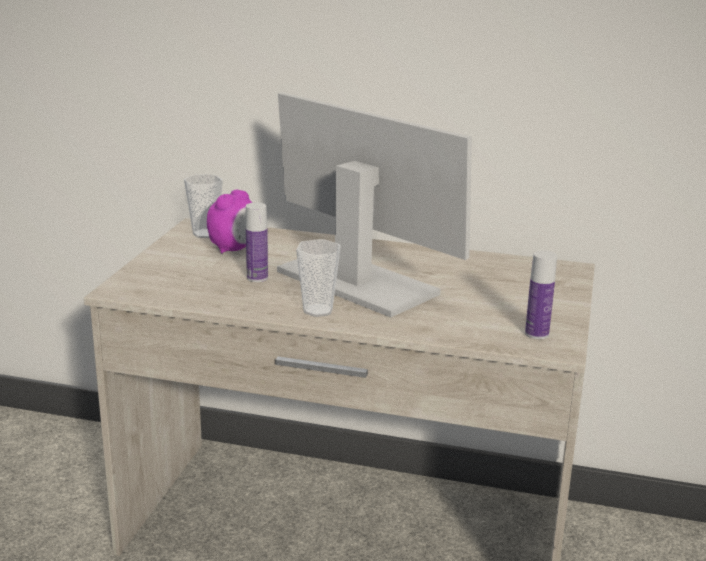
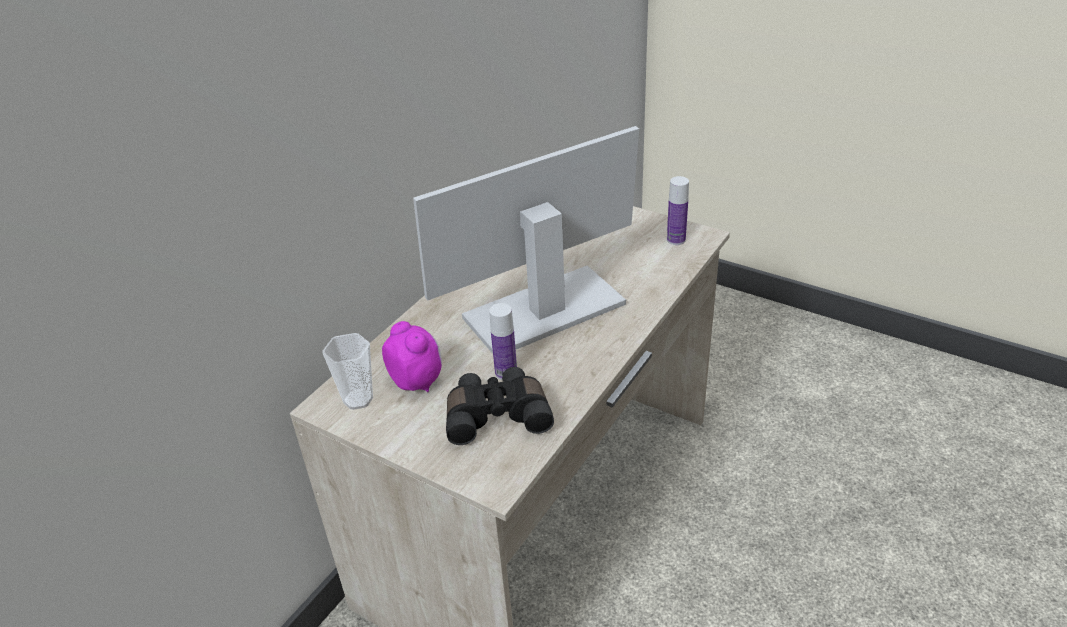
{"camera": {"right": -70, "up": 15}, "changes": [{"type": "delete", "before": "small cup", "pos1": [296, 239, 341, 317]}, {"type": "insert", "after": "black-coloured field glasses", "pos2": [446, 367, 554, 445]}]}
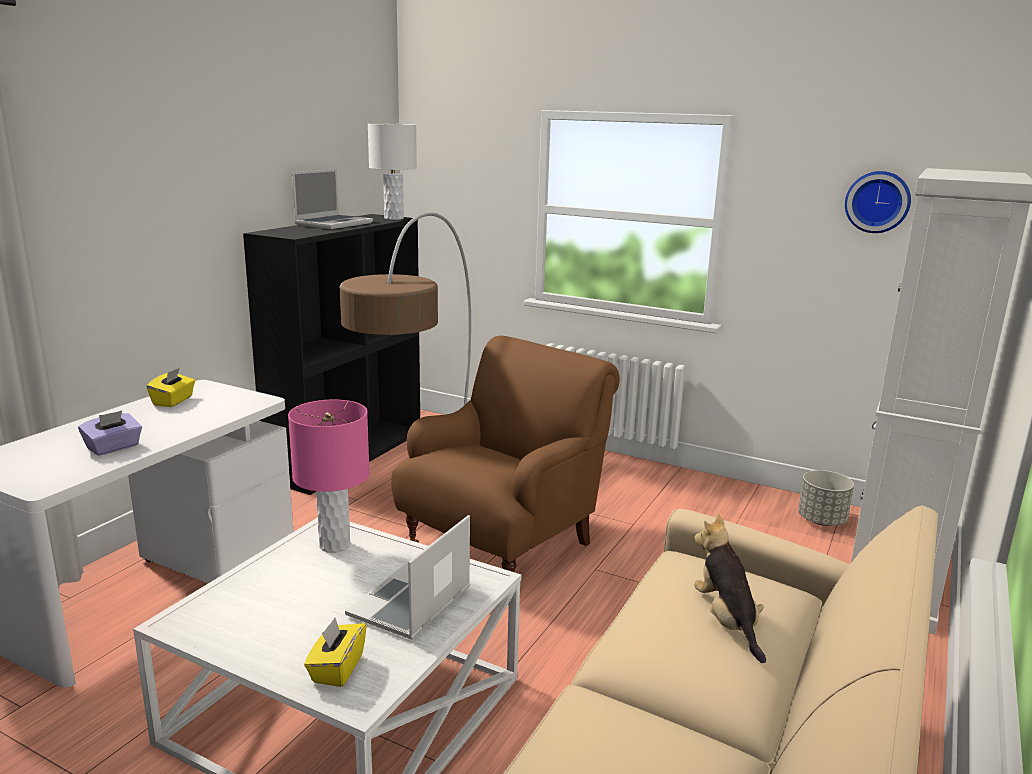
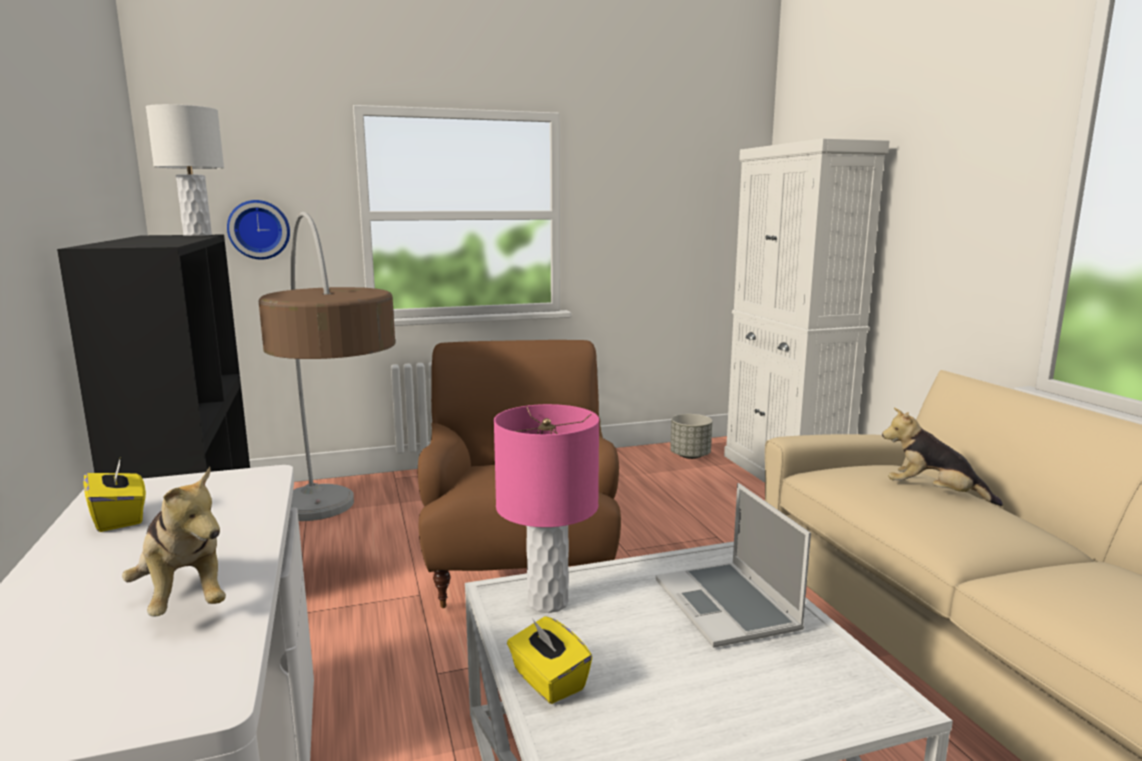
{"camera": {"right": -45, "up": -5}, "changes": [{"type": "delete", "before": "notebook computer", "pos1": [292, 169, 373, 229]}, {"type": "move", "before": "hanging clock", "pos1": [845, 171, 911, 233], "pos2": [227, 200, 290, 260]}, {"type": "replace", "before": "purple box of tissues", "after": "cuddly toy", "pos1": [78, 411, 142, 456], "pos2": [122, 467, 226, 616]}, {"type": "move", "before": "yellowish box of tissues", "pos1": [304, 618, 366, 687], "pos2": [507, 616, 592, 704]}]}
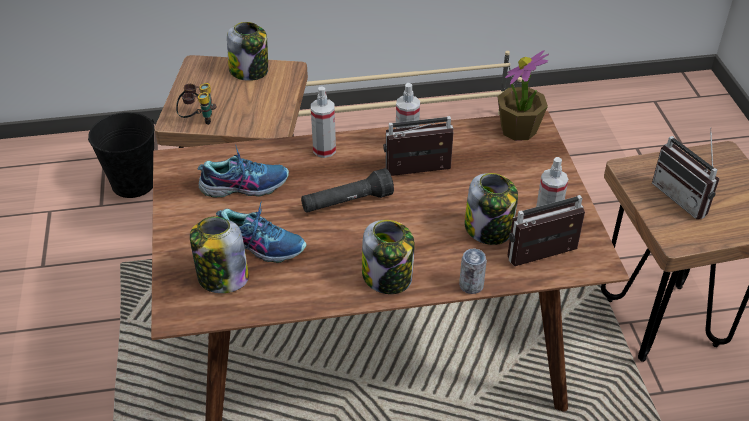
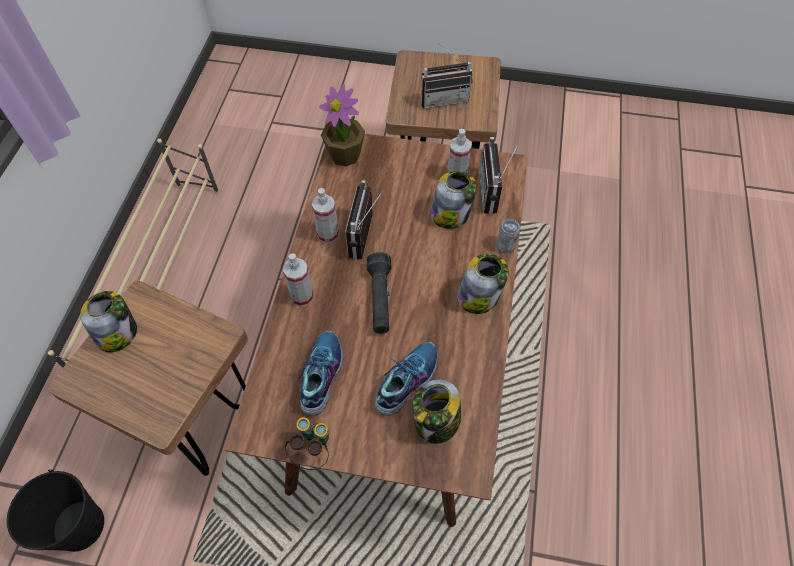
{"camera": {"right": -70, "up": 15}, "changes": [{"type": "move", "before": "field glasses", "pos1": [176, 83, 217, 125], "pos2": [285, 417, 329, 470]}]}
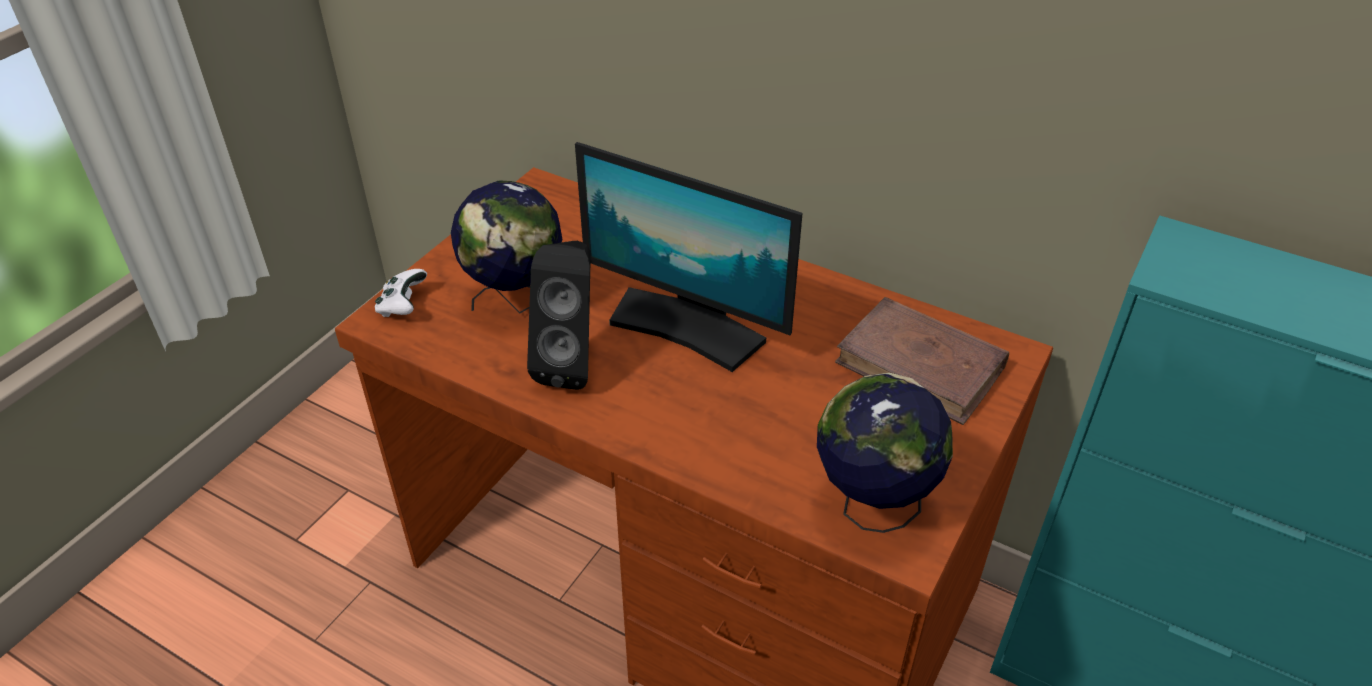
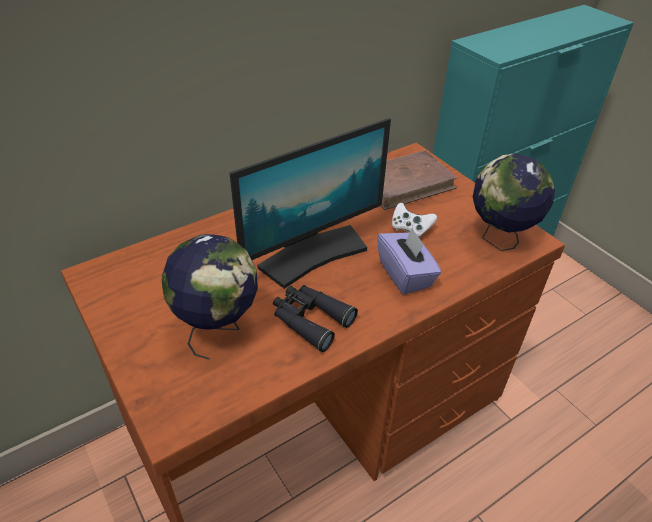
{"camera": {"right": -65, "up": 0}, "changes": [{"type": "replace", "before": "black-coloured speaker", "after": "black-coloured field glasses", "pos1": [527, 241, 591, 390], "pos2": [273, 285, 358, 352]}, {"type": "move", "before": "white joypad", "pos1": [375, 269, 427, 317], "pos2": [392, 203, 437, 237]}, {"type": "insert", "after": "purple box of tissues", "pos2": [377, 227, 441, 295]}]}
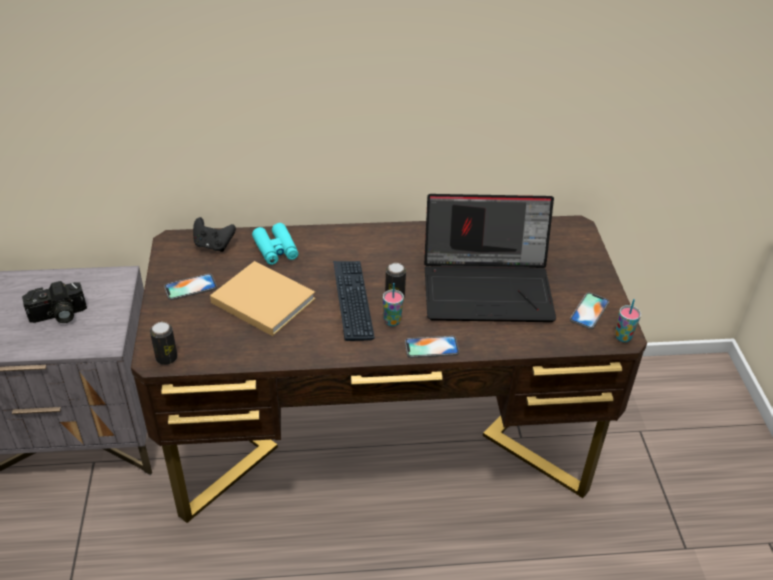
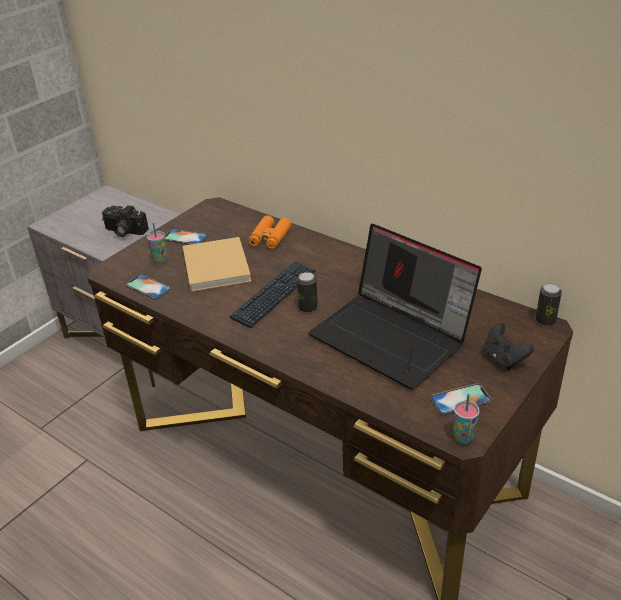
{"camera": {"right": 45, "up": -5}, "changes": [{"type": "move", "before": "black-coloured joypad", "pos1": [193, 217, 236, 252], "pos2": [484, 323, 534, 370]}, {"type": "recolor", "before": "turquoise field glasses", "after": "orangey field glasses", "pos1": [252, 223, 299, 265], "pos2": [248, 215, 292, 249]}, {"type": "move", "before": "small cup", "pos1": [383, 283, 404, 326], "pos2": [147, 223, 167, 264]}, {"type": "move", "before": "metal can", "pos1": [150, 322, 177, 365], "pos2": [535, 283, 562, 326]}, {"type": "move", "before": "phone", "pos1": [405, 336, 459, 358], "pos2": [126, 274, 171, 300]}]}
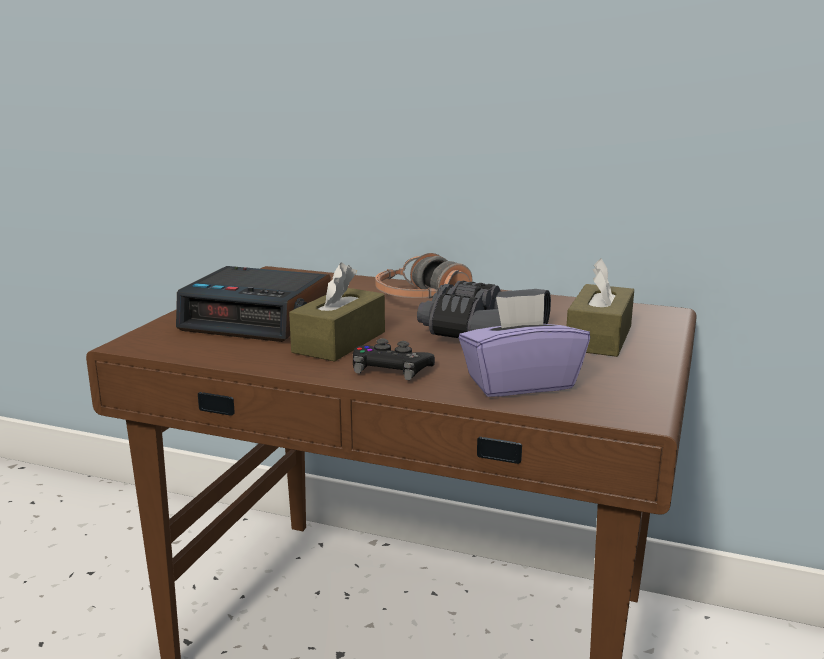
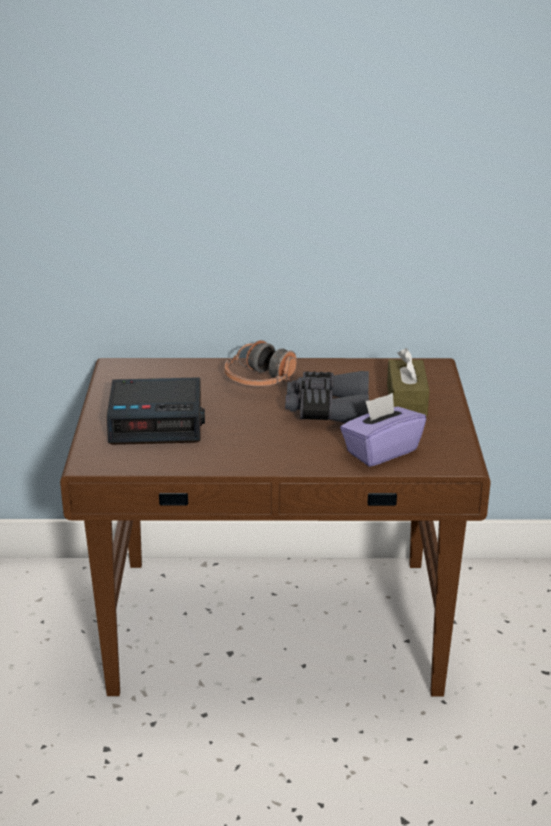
{"camera": {"right": -20, "up": 10}, "changes": [{"type": "delete", "before": "brown box of tissues", "pos1": [289, 262, 385, 362]}, {"type": "delete", "before": "black-coloured joypad", "pos1": [353, 338, 435, 380]}]}
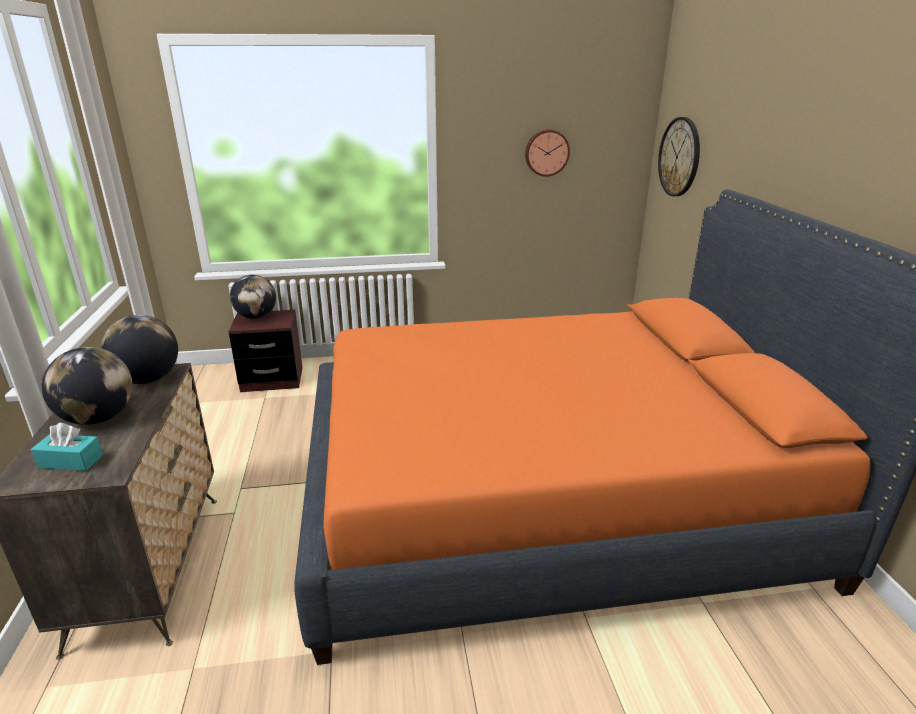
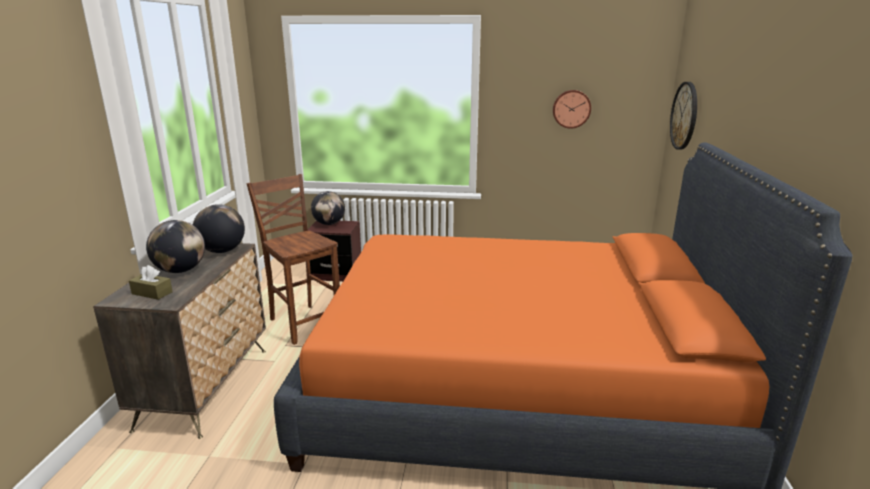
{"camera": {"right": 15, "up": -5}, "changes": [{"type": "recolor", "before": "turquoise box of tissues", "after": "brown box of tissues", "pos1": [31, 423, 103, 471], "pos2": [129, 265, 173, 300]}, {"type": "insert", "after": "brown chair", "pos2": [247, 174, 340, 345]}]}
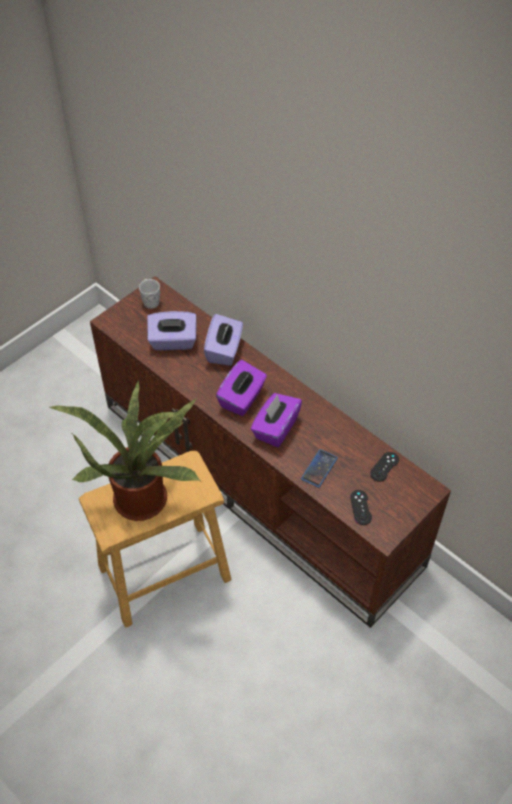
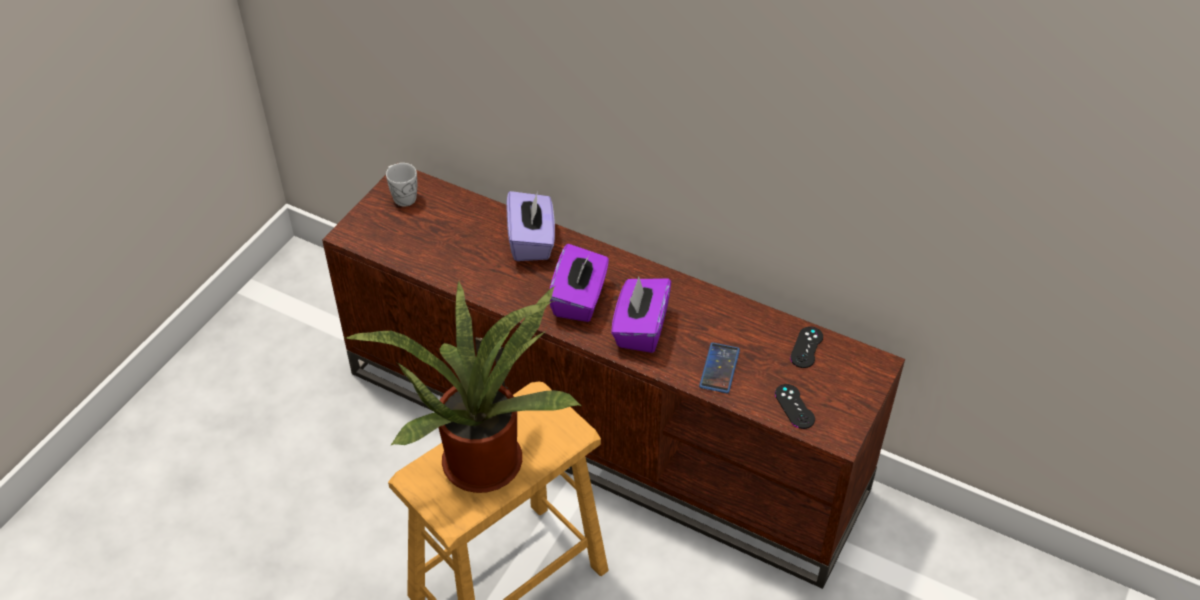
{"camera": {"right": -15, "up": -5}, "changes": [{"type": "delete", "before": "purple box of tissues", "pos1": [147, 311, 196, 350]}]}
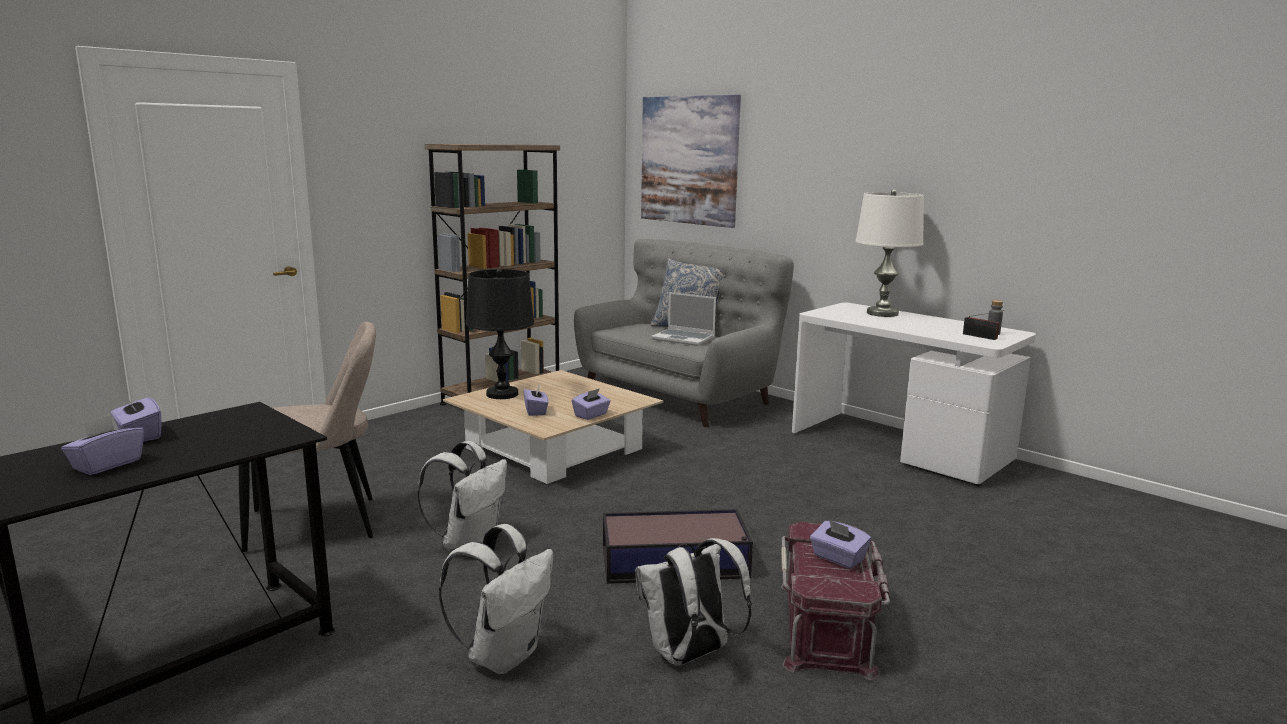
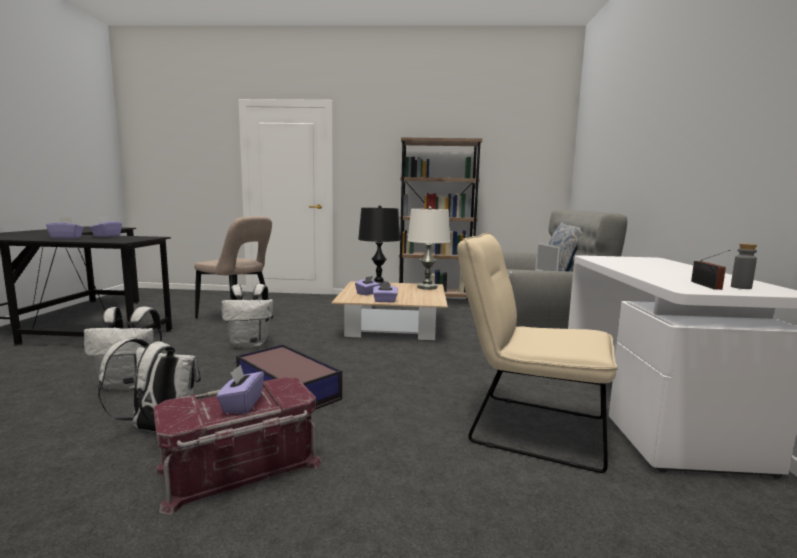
{"camera": {"right": 50, "up": -5}, "changes": [{"type": "delete", "before": "picture", "pos1": [641, 95, 741, 228]}, {"type": "move", "before": "white tabletop lamp", "pos1": [856, 189, 924, 317], "pos2": [407, 206, 450, 290]}, {"type": "insert", "after": "beige chair", "pos2": [457, 233, 618, 473]}]}
